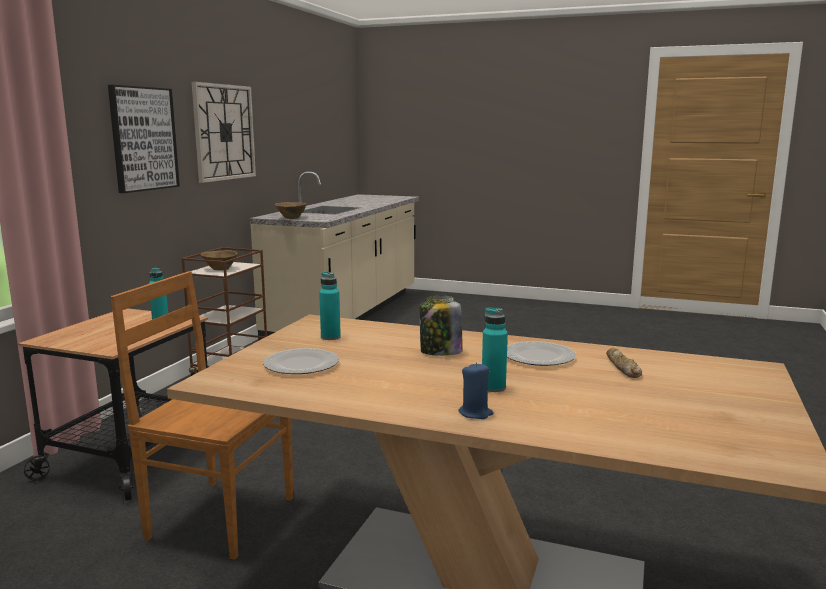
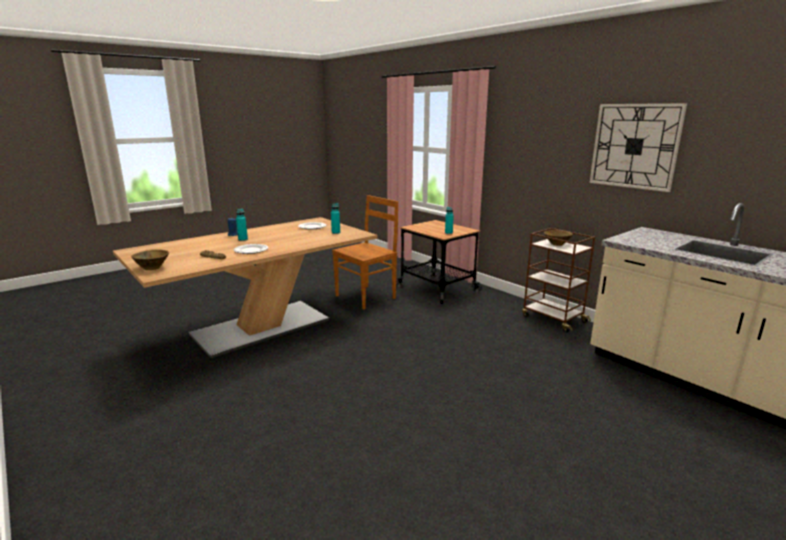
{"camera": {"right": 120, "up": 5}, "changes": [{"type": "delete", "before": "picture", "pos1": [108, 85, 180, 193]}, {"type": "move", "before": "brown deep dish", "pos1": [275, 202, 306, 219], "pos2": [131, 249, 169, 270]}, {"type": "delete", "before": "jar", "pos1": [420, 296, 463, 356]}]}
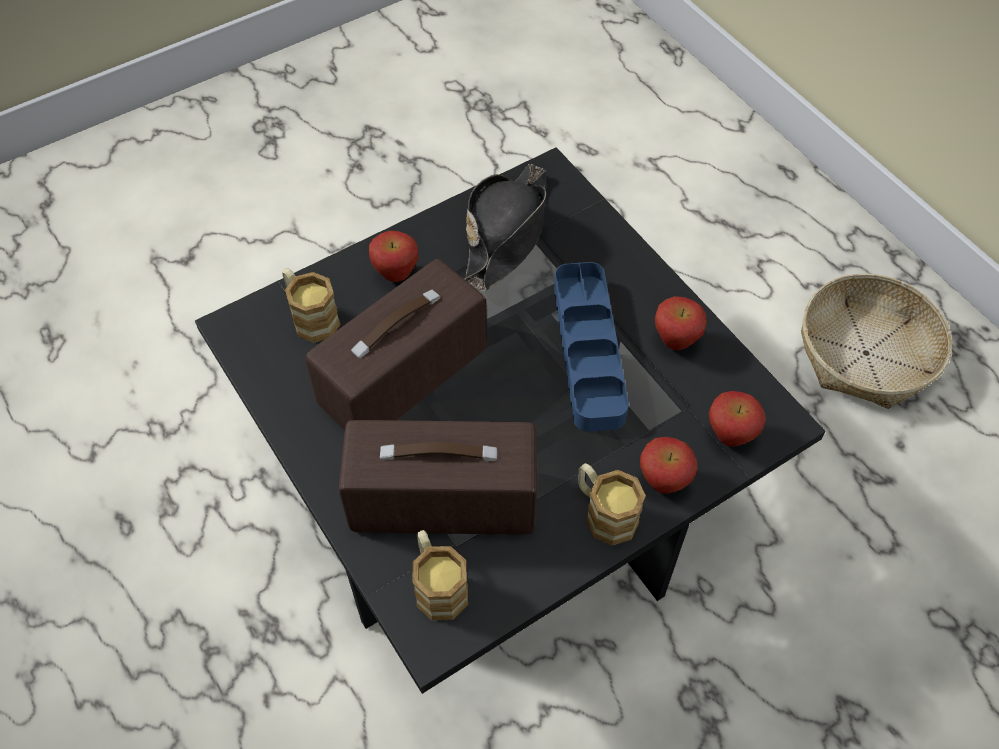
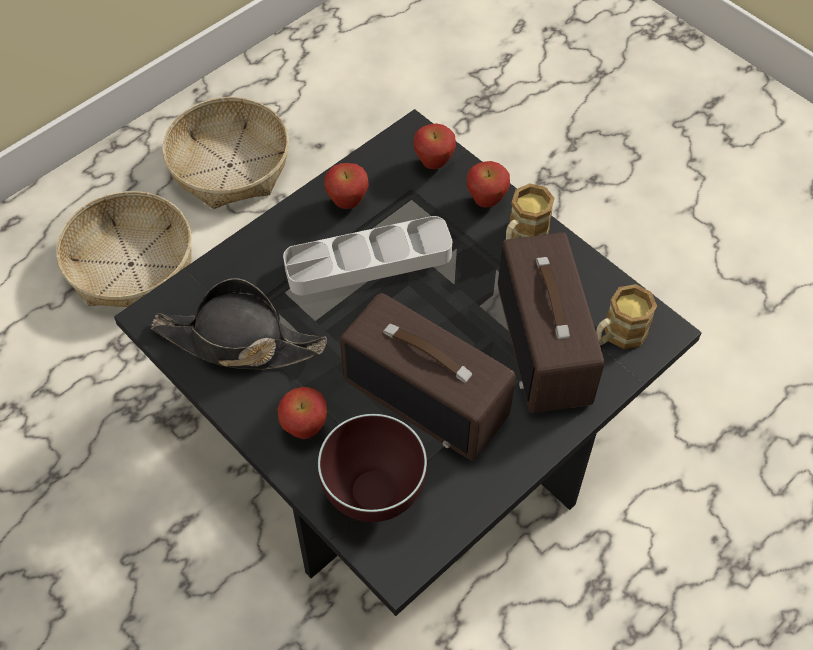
{"camera": {"right": -100, "up": 0}, "changes": [{"type": "recolor", "before": "blue-coloured carrying tray", "after": "grey carrying tray", "pos1": [554, 262, 629, 432], "pos2": [283, 216, 452, 295]}, {"type": "replace", "before": "mug", "after": "brown deep dish", "pos1": [283, 268, 341, 343], "pos2": [317, 414, 427, 522]}, {"type": "insert", "after": "storage basket", "pos2": [56, 191, 192, 307]}]}
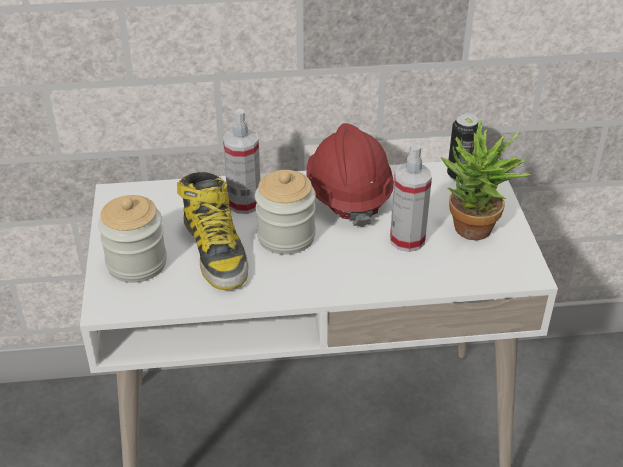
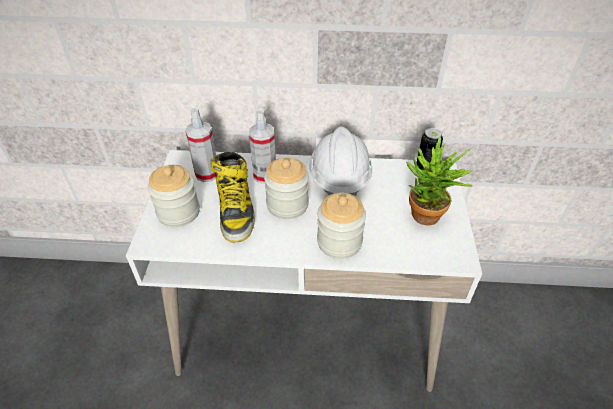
{"camera": {"right": 10, "up": 5}, "changes": [{"type": "recolor", "before": "red-coloured work helmet", "after": "white work helmet", "pos1": [306, 123, 394, 227], "pos2": [309, 127, 372, 196]}, {"type": "move", "before": "spray bottle", "pos1": [390, 144, 432, 252], "pos2": [185, 108, 216, 182]}, {"type": "insert", "after": "jar", "pos2": [317, 193, 366, 259]}]}
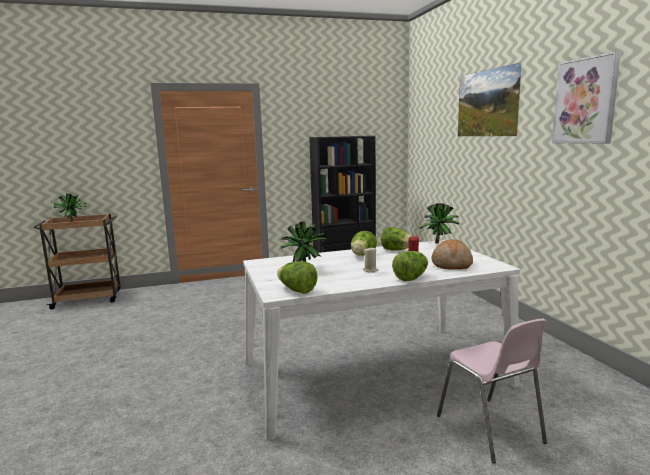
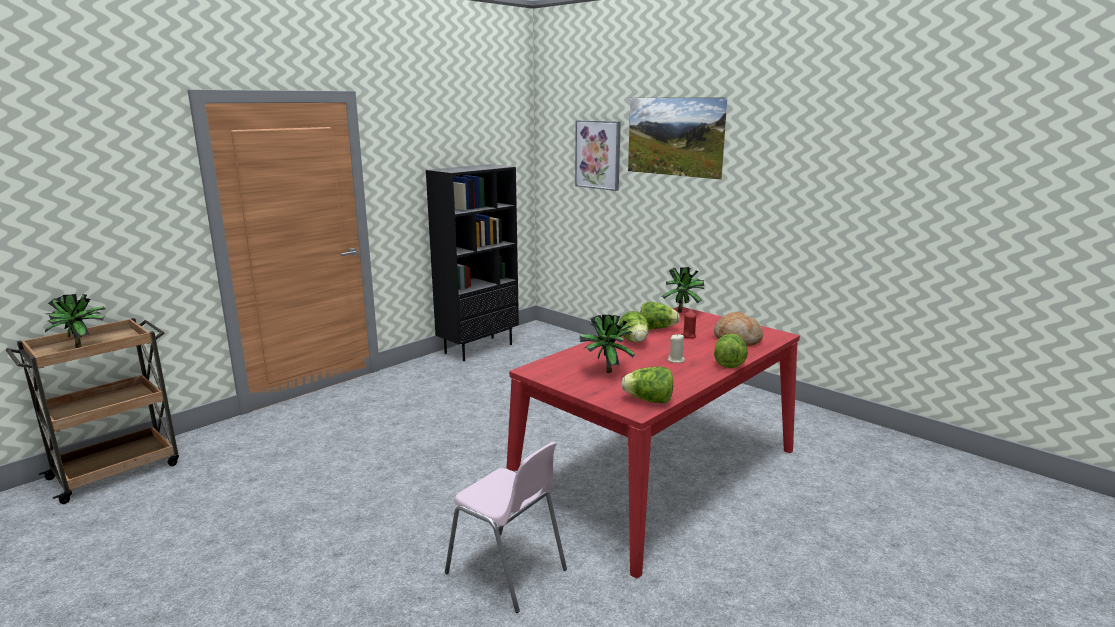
{"camera": {"right": -30, "up": 5}, "changes": [{"type": "move", "before": "picture", "pos1": [552, 51, 621, 144], "pos2": [575, 120, 621, 191]}, {"type": "recolor", "before": "white dinner table", "after": "red-coloured dinner table", "pos1": [243, 240, 520, 440], "pos2": [506, 306, 800, 578]}, {"type": "move", "before": "pinkish chair", "pos1": [437, 319, 547, 464], "pos2": [445, 441, 567, 613]}]}
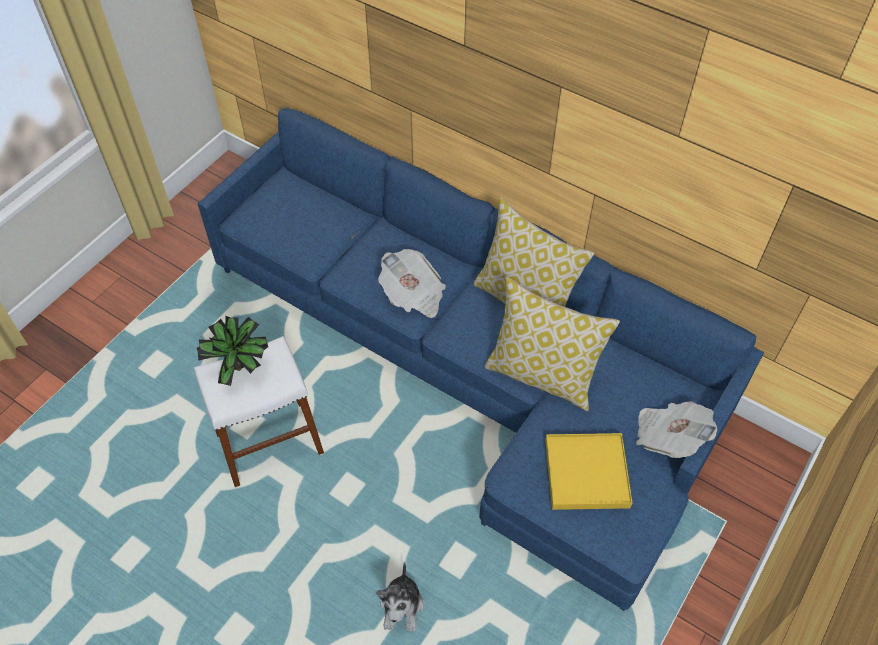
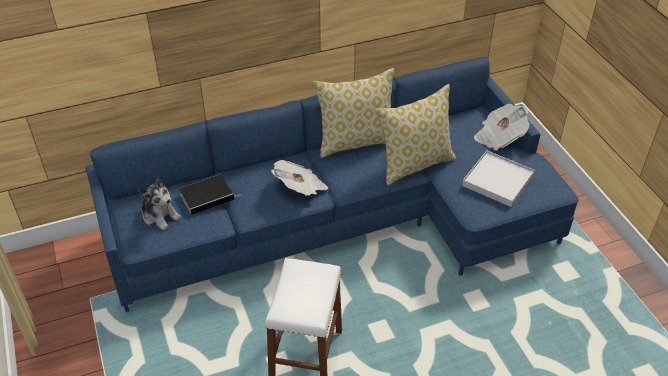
{"camera": {"right": -55, "up": -10}, "changes": [{"type": "delete", "before": "houseplant", "pos1": [197, 316, 268, 386]}, {"type": "recolor", "before": "yellowish carrying tray", "after": "white carrying tray", "pos1": [545, 433, 632, 510], "pos2": [462, 151, 535, 207]}, {"type": "move", "before": "cuddly toy", "pos1": [376, 562, 424, 632], "pos2": [139, 179, 181, 230]}, {"type": "insert", "after": "bound book", "pos2": [179, 174, 242, 215]}]}
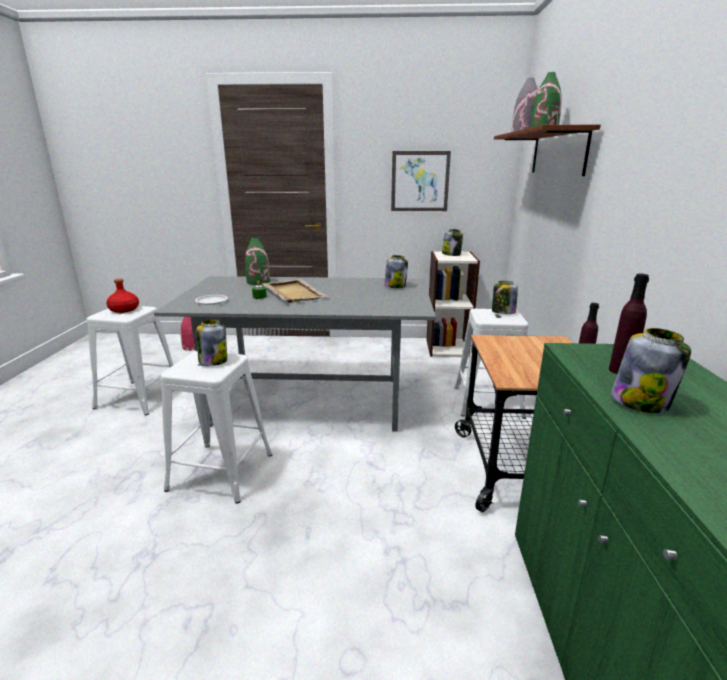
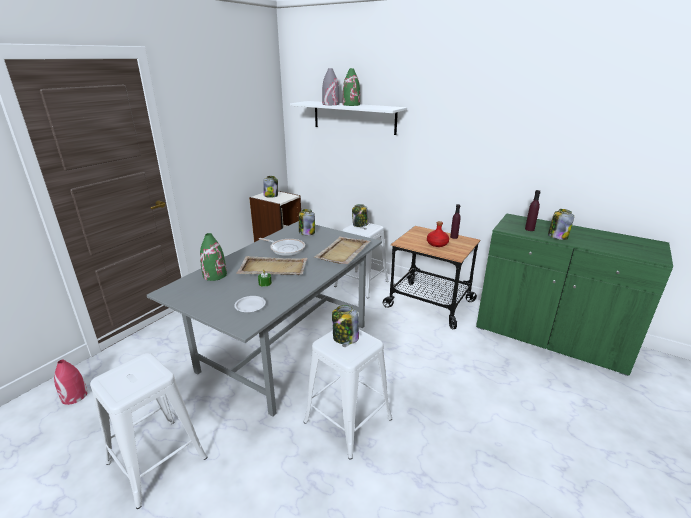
{"camera": {"right": -60, "up": 5}, "changes": [{"type": "recolor", "before": "brown bracket shelf", "after": "white bracket shelf", "pos1": [494, 125, 601, 176], "pos2": [290, 101, 407, 135]}, {"type": "delete", "before": "picture", "pos1": [391, 151, 451, 211]}, {"type": "move", "before": "red-coloured beverage bottle", "pos1": [106, 279, 139, 313], "pos2": [427, 221, 449, 247]}, {"type": "insert", "after": "beige carrying tray", "pos2": [314, 237, 370, 264]}, {"type": "insert", "after": "pan", "pos2": [259, 238, 305, 256]}]}
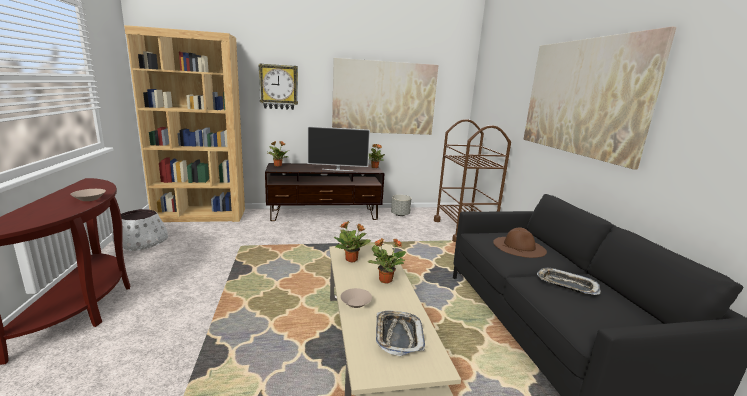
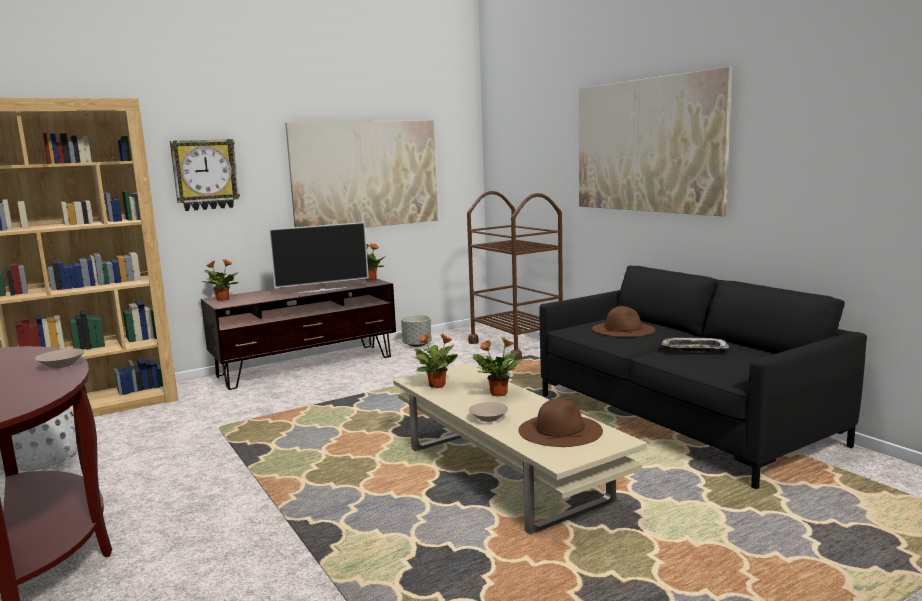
{"camera": {"right": -20, "up": -5}, "changes": [{"type": "replace", "before": "carrying tray", "after": "brown hat", "pos1": [376, 311, 425, 356], "pos2": [518, 399, 603, 447]}]}
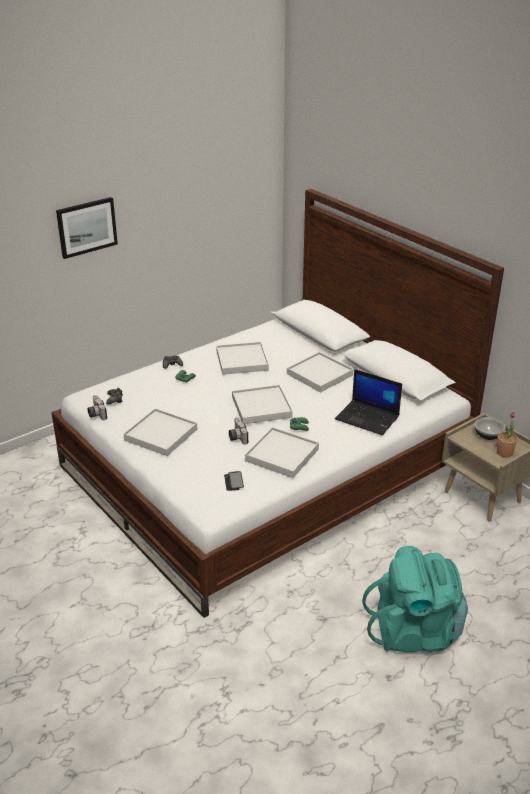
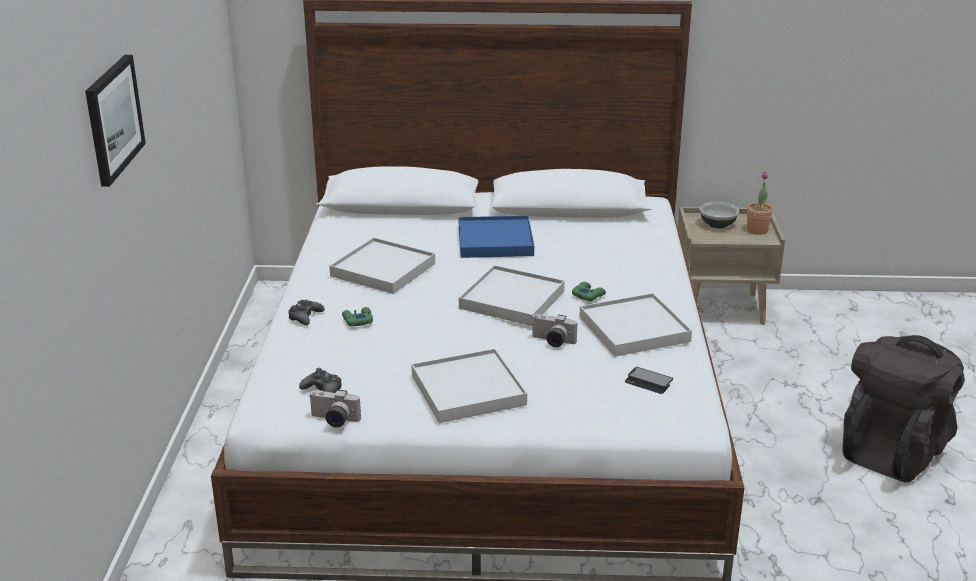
{"camera": {"right": -50, "up": -5}, "changes": [{"type": "recolor", "before": "white carrying tray", "after": "blue-coloured carrying tray", "pos1": [287, 352, 353, 393], "pos2": [459, 216, 534, 258]}, {"type": "delete", "before": "notebook computer", "pos1": [335, 369, 402, 435]}, {"type": "recolor", "before": "turquoise knapsack", "after": "black-coloured knapsack", "pos1": [362, 546, 468, 652], "pos2": [842, 335, 965, 482]}]}
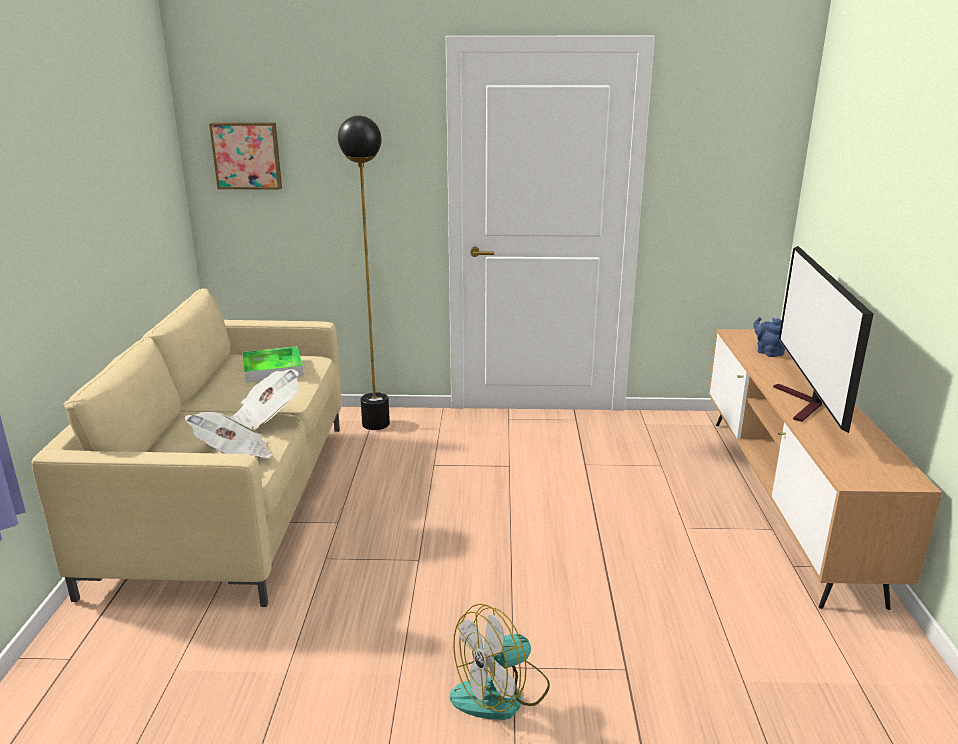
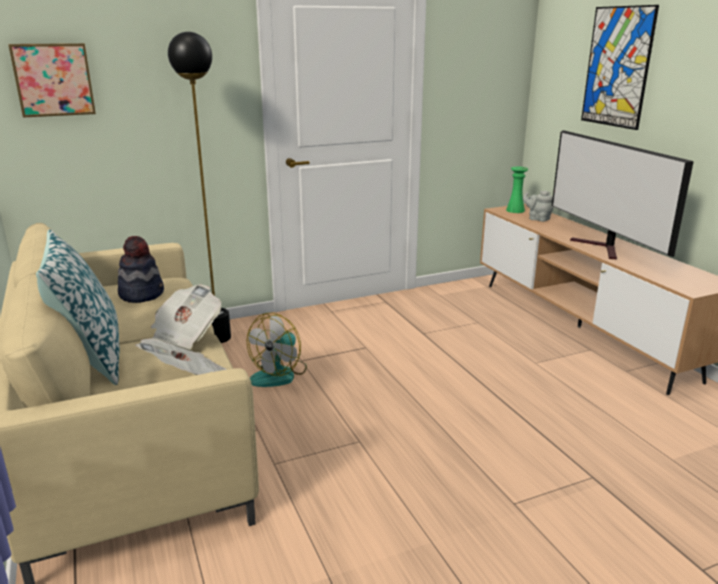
{"camera": {"right": -25, "up": 0}, "changes": [{"type": "recolor", "before": "blue-coloured teapot", "after": "grey teapot", "pos1": [753, 317, 785, 357], "pos2": [523, 191, 553, 222]}, {"type": "replace", "before": "carrying tray", "after": "hat", "pos1": [243, 346, 304, 382], "pos2": [118, 236, 164, 303]}, {"type": "move", "before": "electric fan", "pos1": [450, 603, 550, 720], "pos2": [247, 313, 307, 387]}, {"type": "insert", "after": "picture", "pos2": [581, 5, 659, 130]}, {"type": "insert", "after": "green-coloured decorative vase", "pos2": [506, 167, 528, 213]}, {"type": "insert", "after": "throw pillow", "pos2": [36, 229, 119, 385]}]}
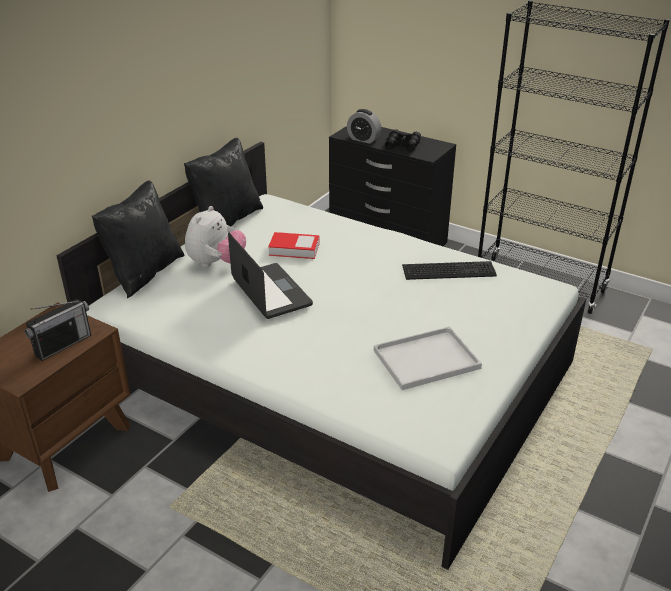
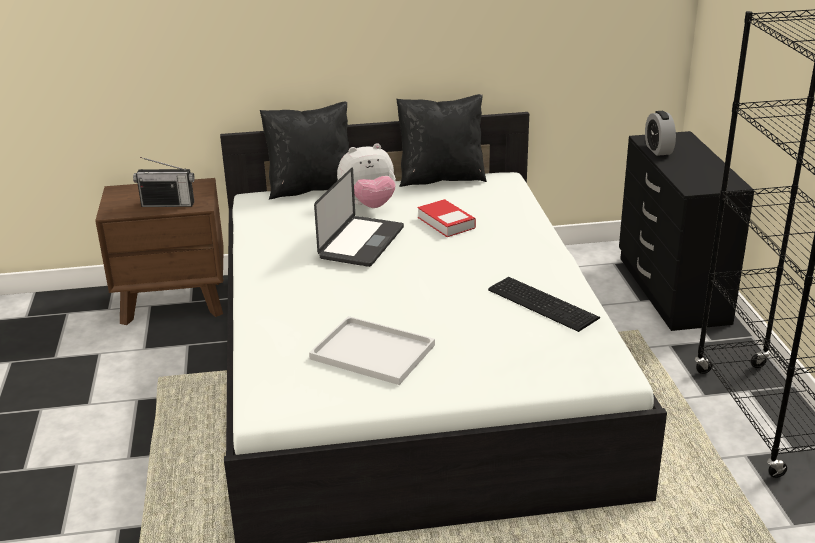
{"camera": {"right": 50, "up": -5}, "changes": [{"type": "delete", "before": "black-coloured field glasses", "pos1": [385, 129, 421, 152]}]}
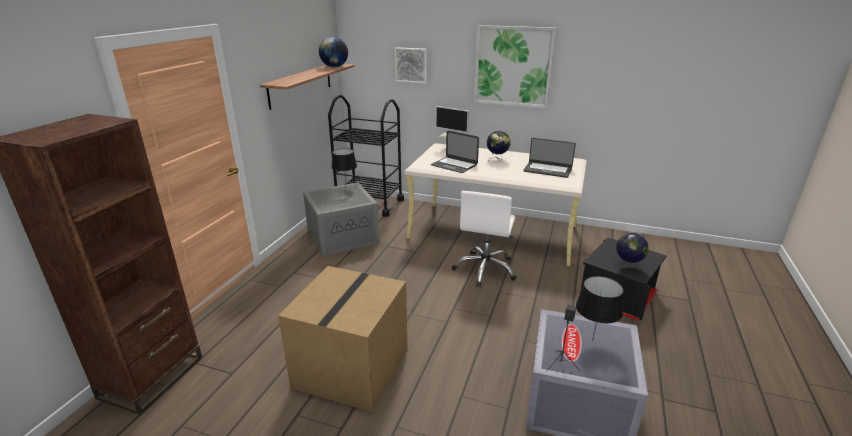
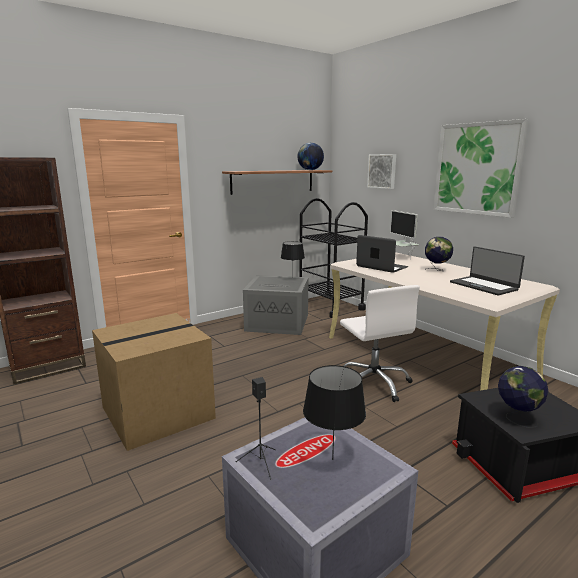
{"camera": {"right": 35, "up": -10}, "changes": [{"type": "rotate", "before": "notebook computer", "pos1": [431, 131, 479, 173], "pos2": [356, 235, 408, 273], "turn": 150}, {"type": "rotate", "before": "white desk chair", "pos1": [452, 191, 517, 287], "pos2": [340, 285, 420, 402], "turn": -75}]}
